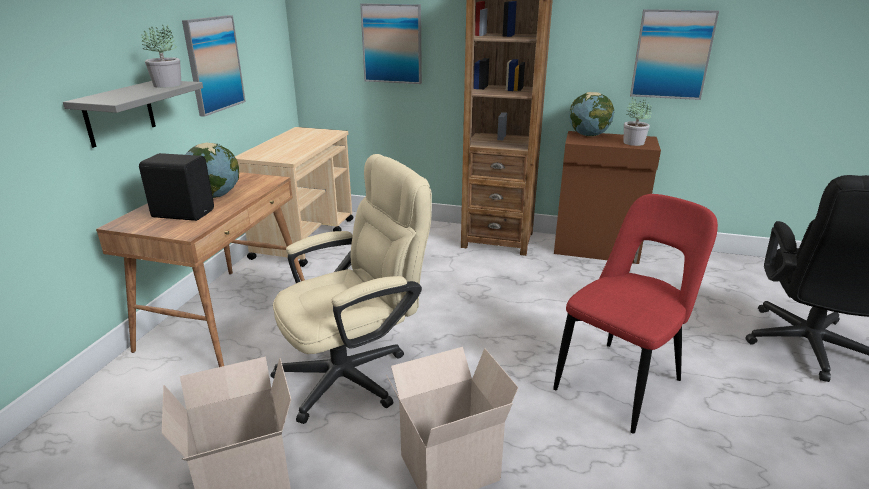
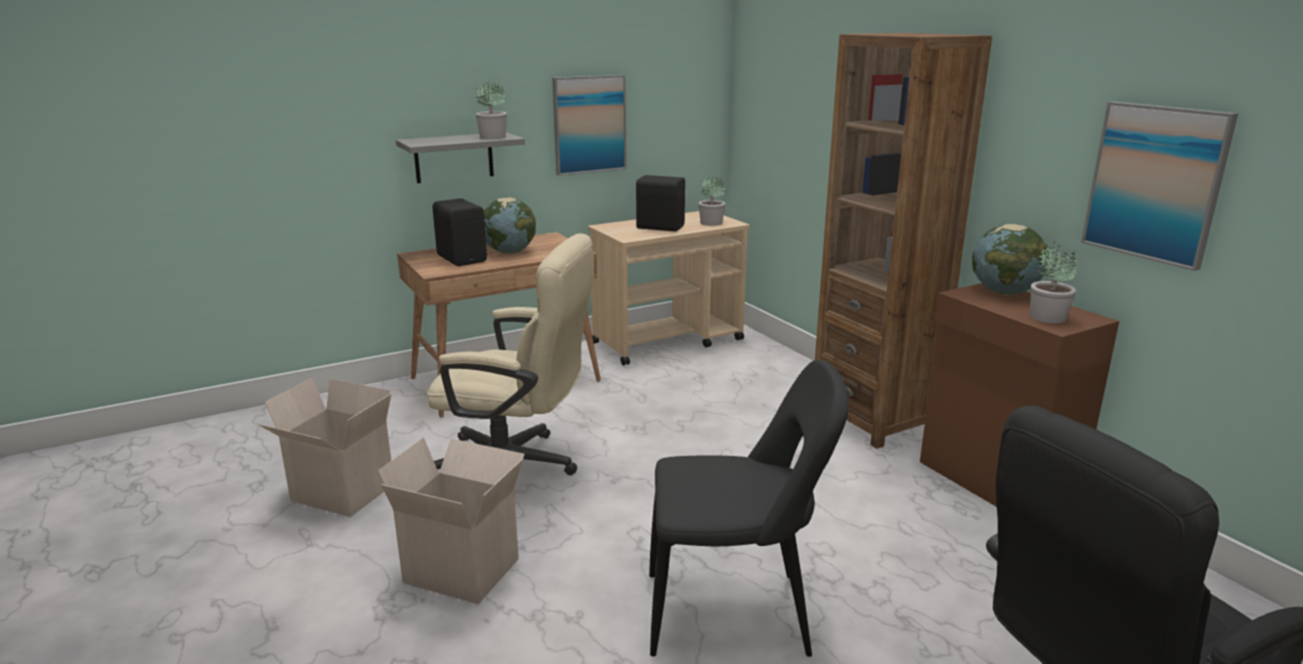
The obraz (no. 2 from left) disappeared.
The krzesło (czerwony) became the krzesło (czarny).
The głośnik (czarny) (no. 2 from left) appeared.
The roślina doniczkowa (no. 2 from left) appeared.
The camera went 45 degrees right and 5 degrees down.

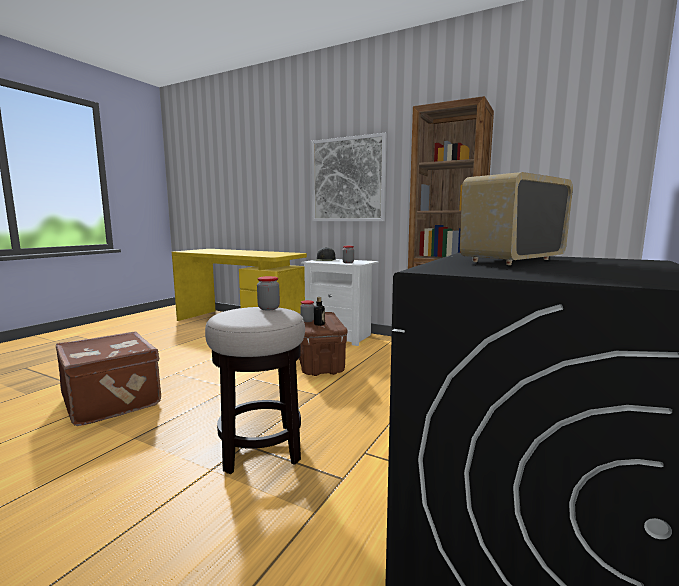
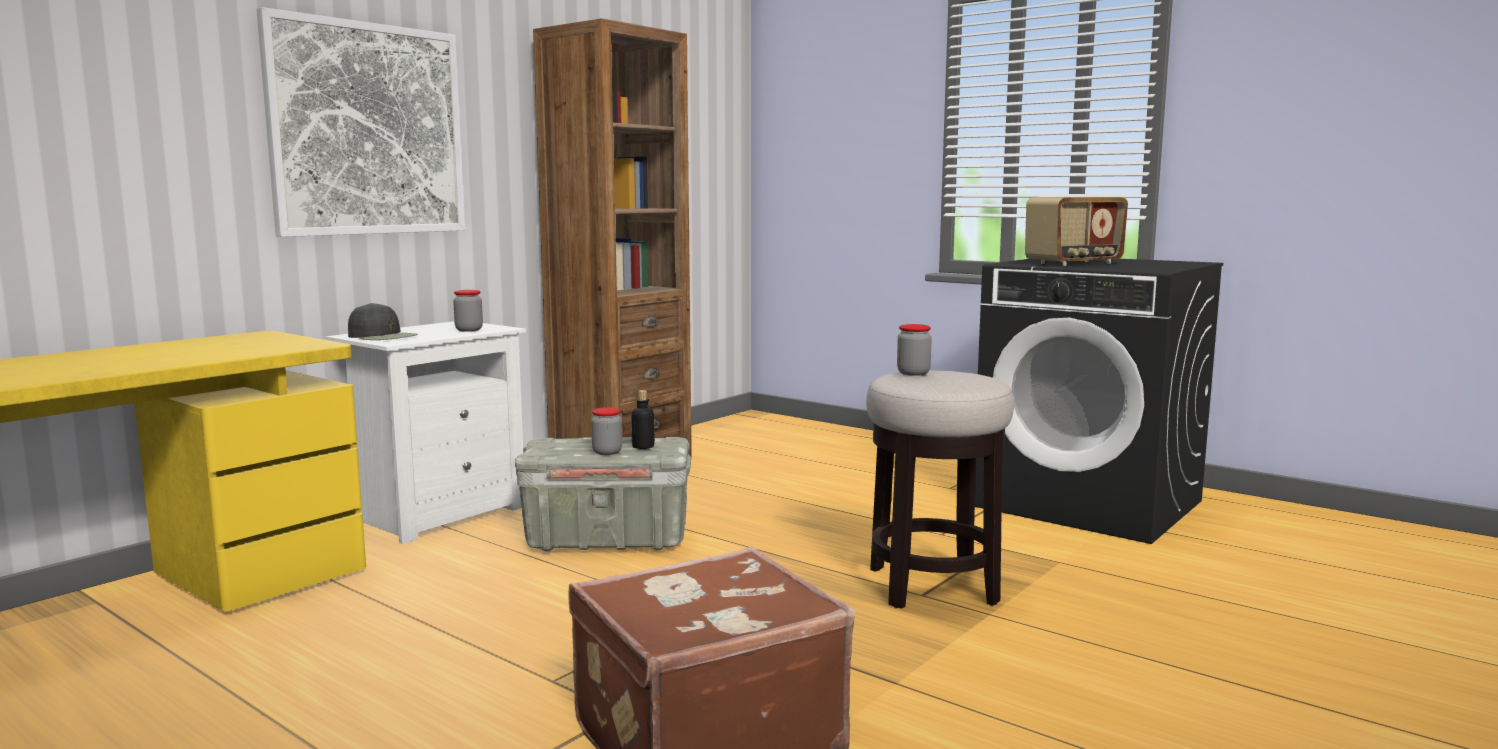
The radio turned 90 degrees counterclockwise.
The pojemnik do przechowywania (brązowy) became the pojemnik do przechowywania (szary).
The camera went 80 degrees left and 0 degrees up.

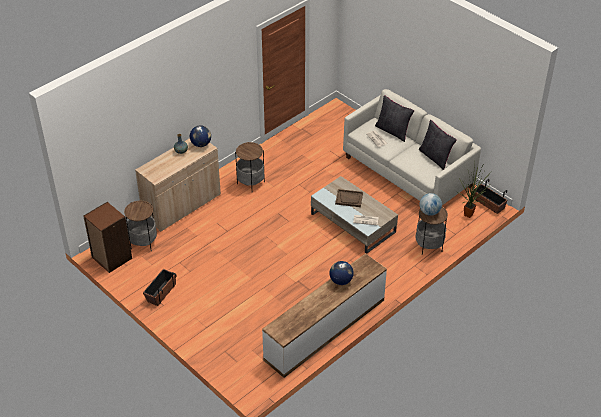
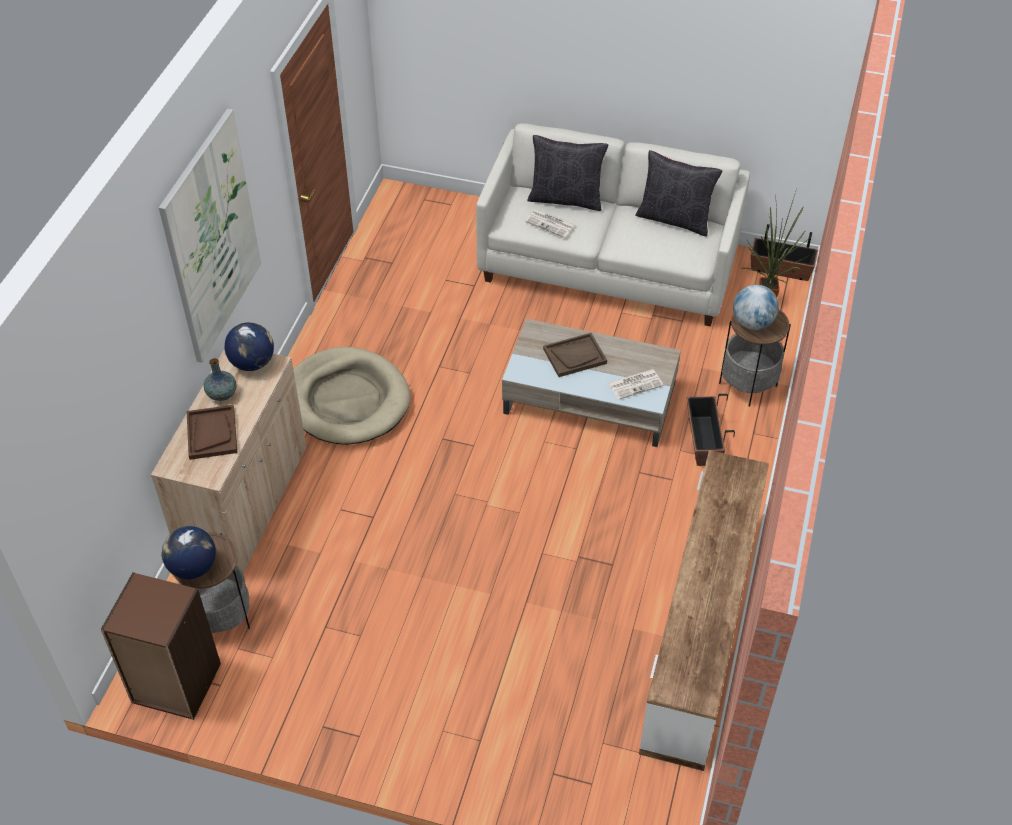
The stolik (no. 2 from left) was replaced by the legowisko (beżowy).
The globus (no. 2 from left in the first image) moved.
The donica (no. 1 from left) moved.
The obraz appeared.
The taca (brązowy) (no. 1 from left) appeared.
The camera went 30 degrees left and 5 degrees up.

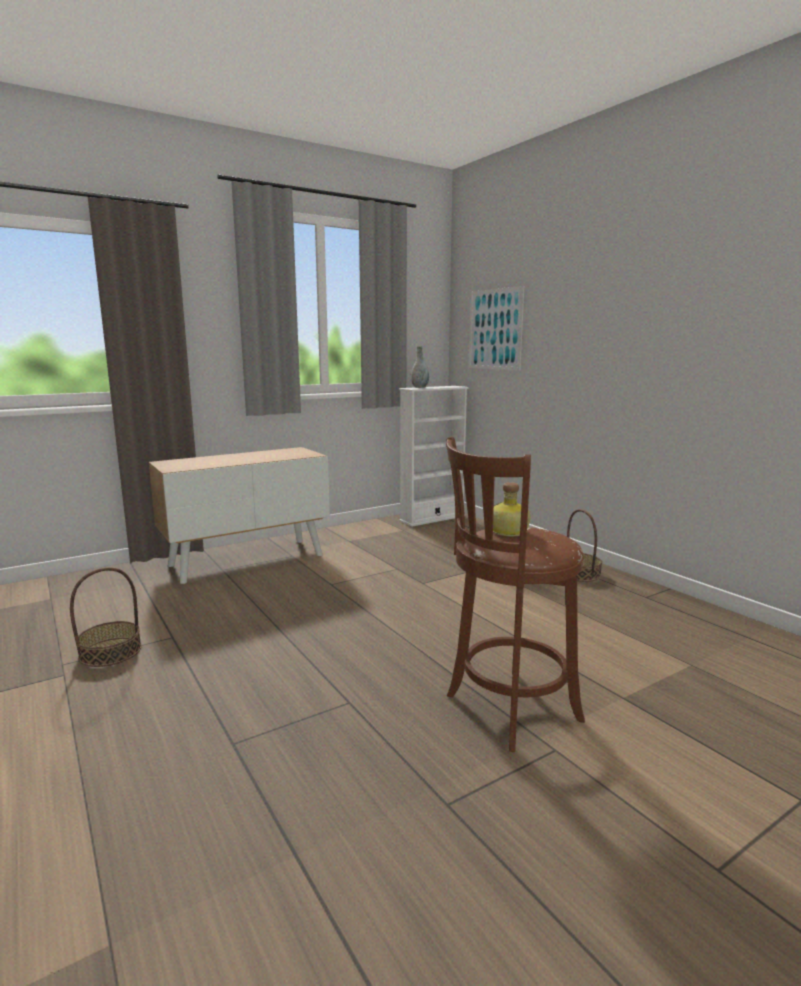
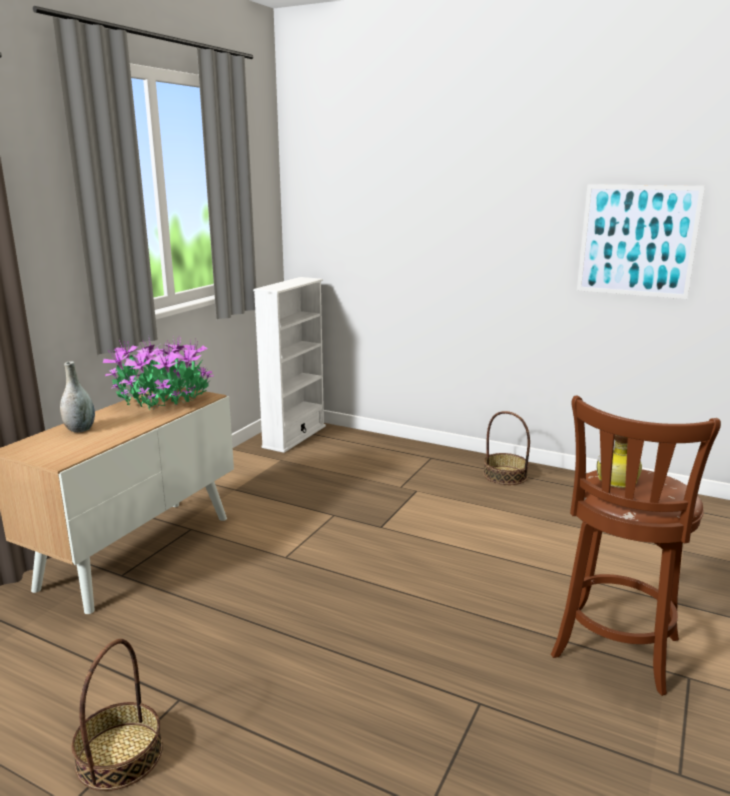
The obraz moved.
The wazon (szary) moved.
The roślina doniczkowa appeared.
The camera went 30 degrees left and 5 degrees up.

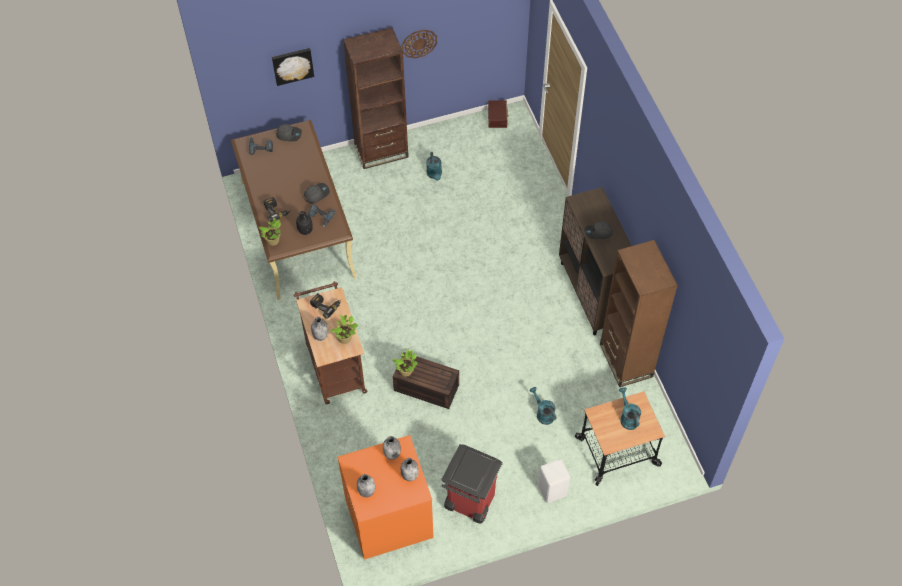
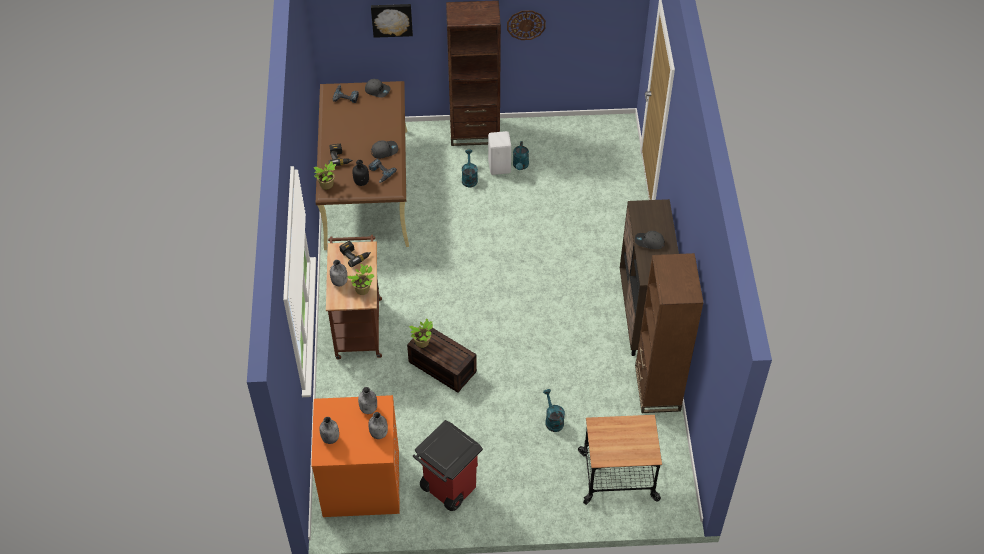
The pojemnik do przechowywania (brązowy) (no. 2 from left) disappeared.
The konewka (turkusowy) (no. 3 from left in the first image) moved.
The stołek (biały) moved.
The camera went 15 degrees right and 5 degrees down.

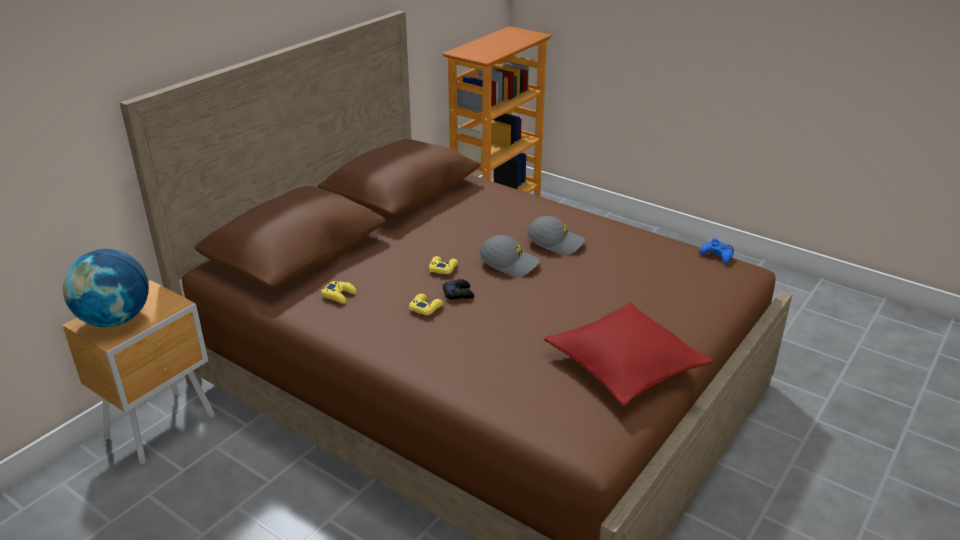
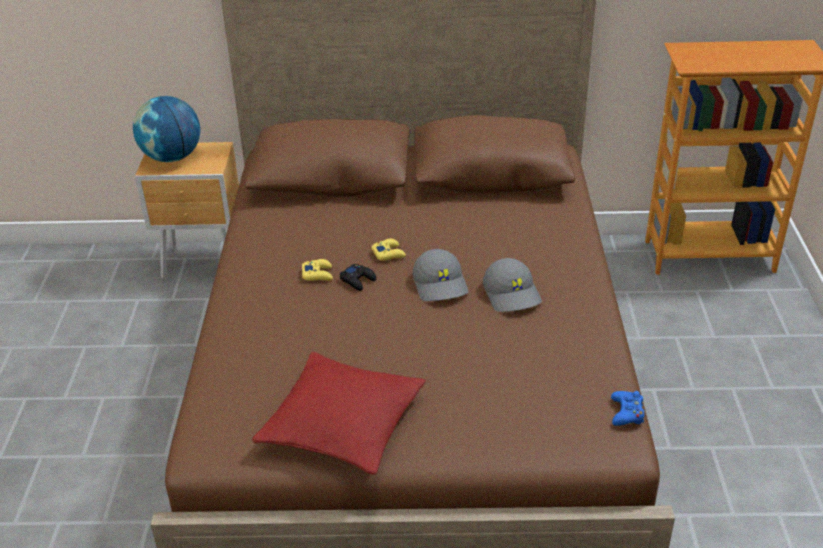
The pad do gier (żółty) (no. 1 from left) disappeared.
The camera went 55 degrees right and 5 degrees up.

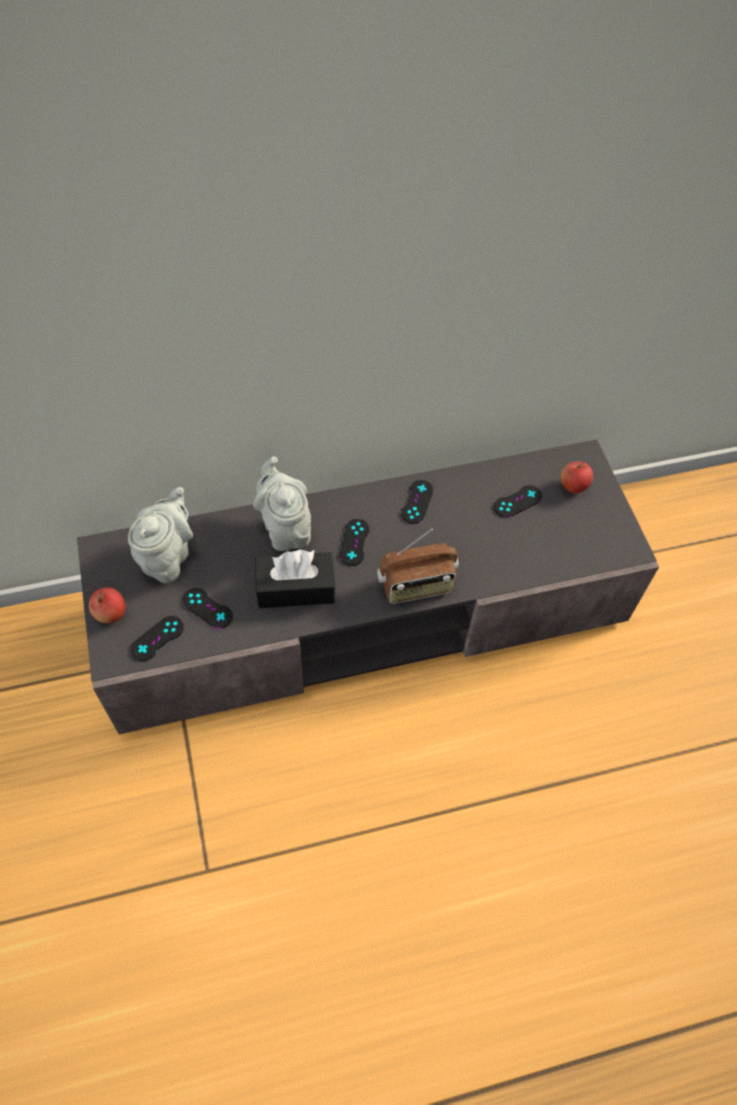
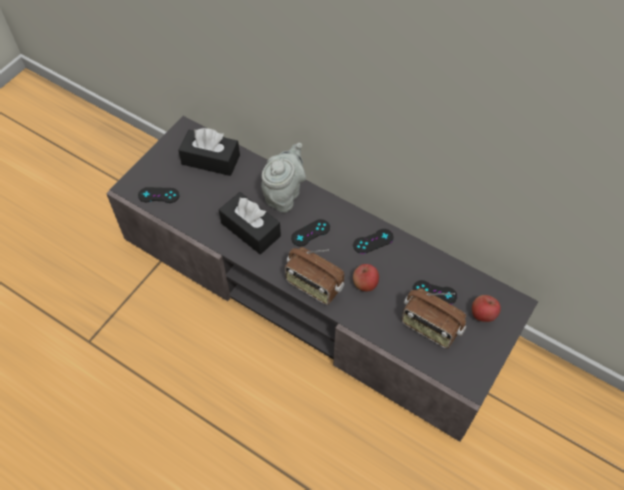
The imbryk (szary) (no. 1 from left) was replaced by the pudełko chusteczek (czarny) (no. 1 from left).
The jabłko (no. 1 from left) moved.
The pad do gier (czarny) (no. 2 from left) disappeared.
The radio (no. 2 from left) appeared.
The camera went 50 degrees right and 0 degrees up.

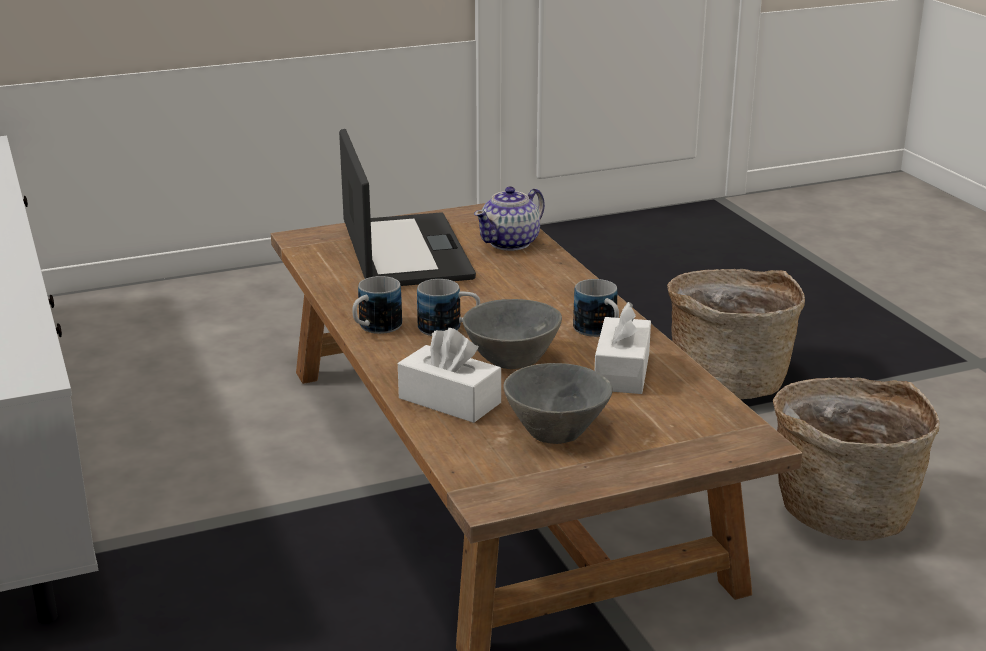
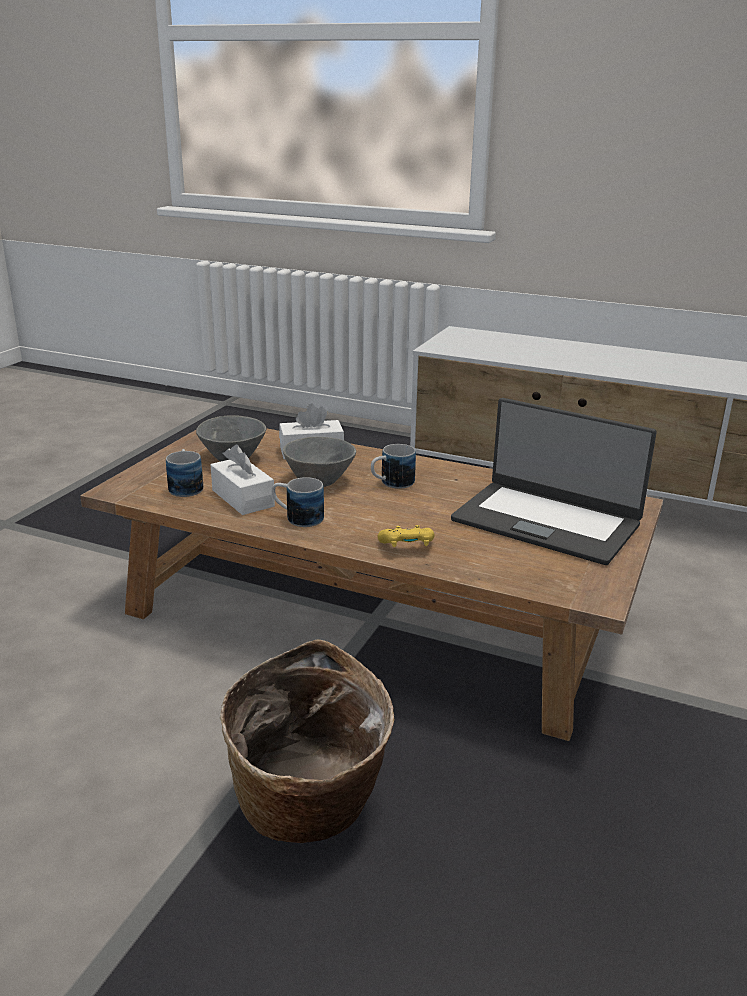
The imbryk disappeared.
The kubek (no. 1 from left) moved.
The koszyk (no. 2 from left) disappeared.
The pad do gier (żółty) appeared.
The camera went 135 degrees right and 0 degrees up.

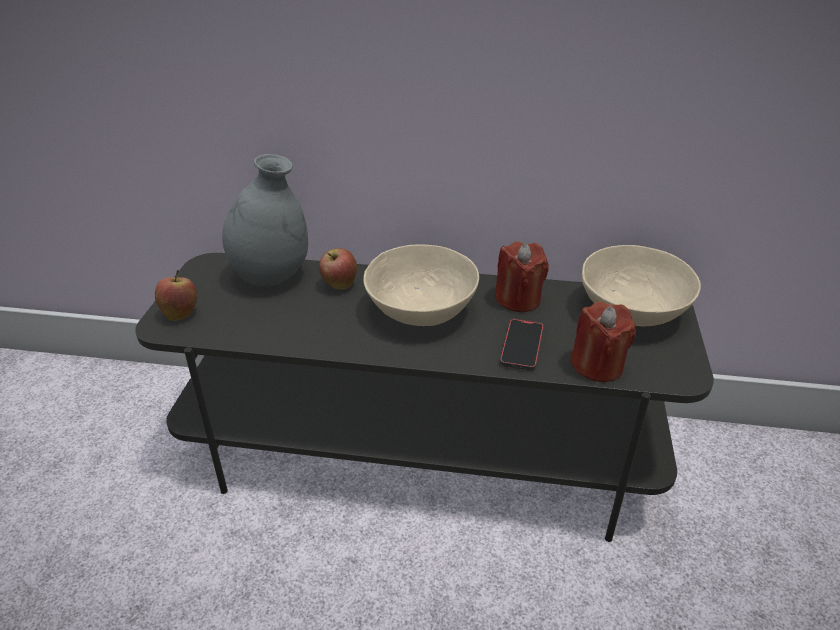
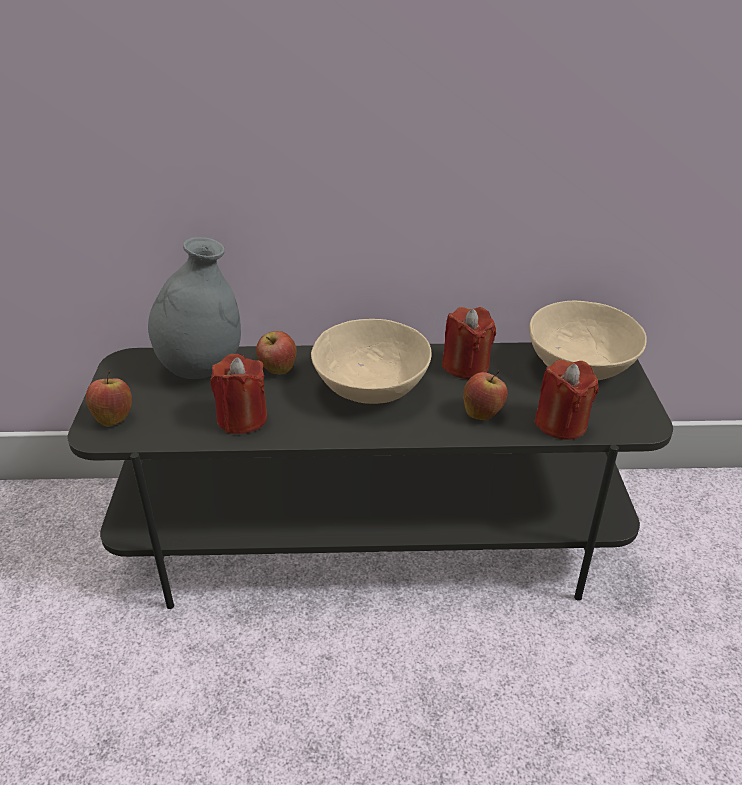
The telefon was replaced by the jabłko (no. 3 from left).
The świeca (czerwony) (no. 1 from left) appeared.
The camera went 10 degrees left and 0 degrees up.

